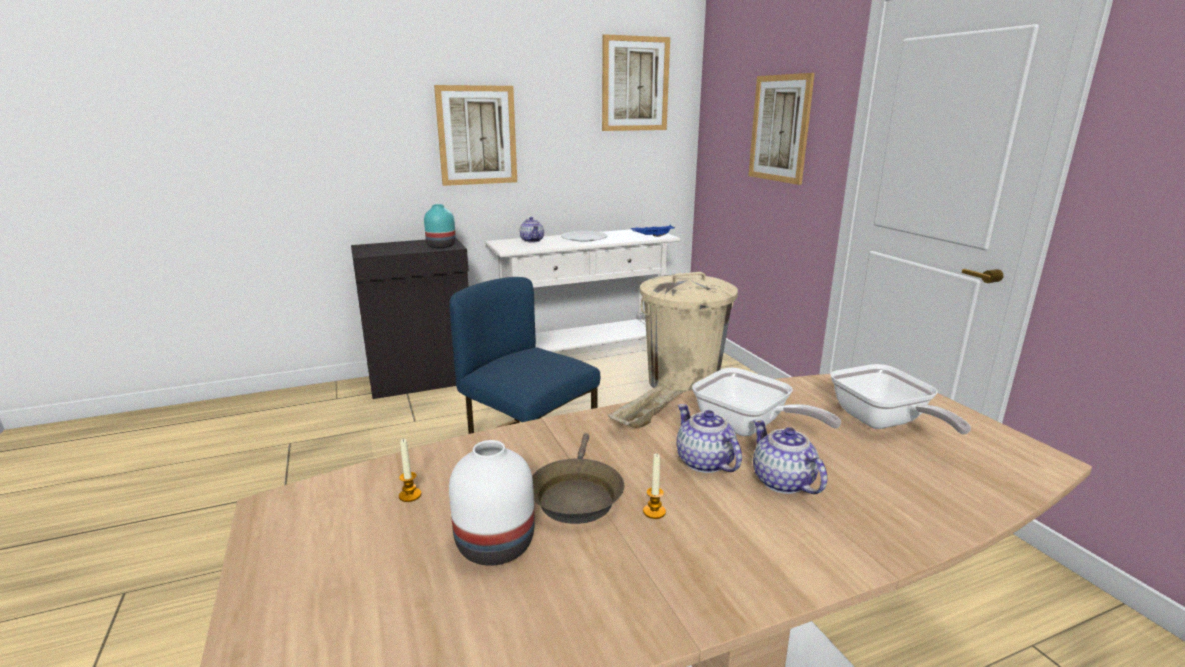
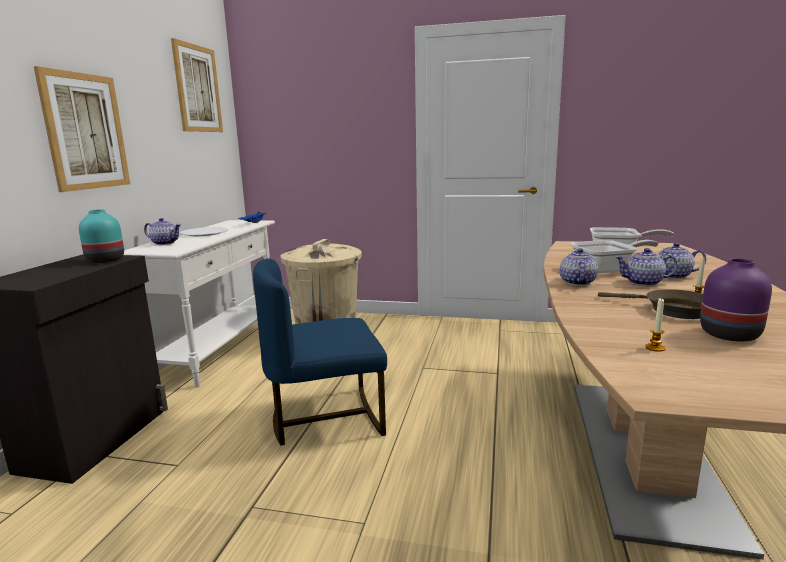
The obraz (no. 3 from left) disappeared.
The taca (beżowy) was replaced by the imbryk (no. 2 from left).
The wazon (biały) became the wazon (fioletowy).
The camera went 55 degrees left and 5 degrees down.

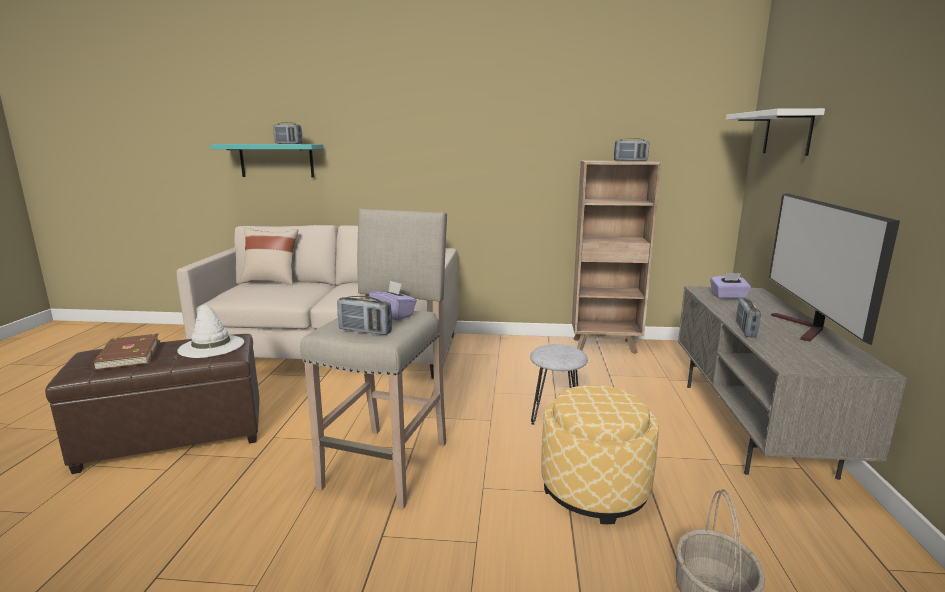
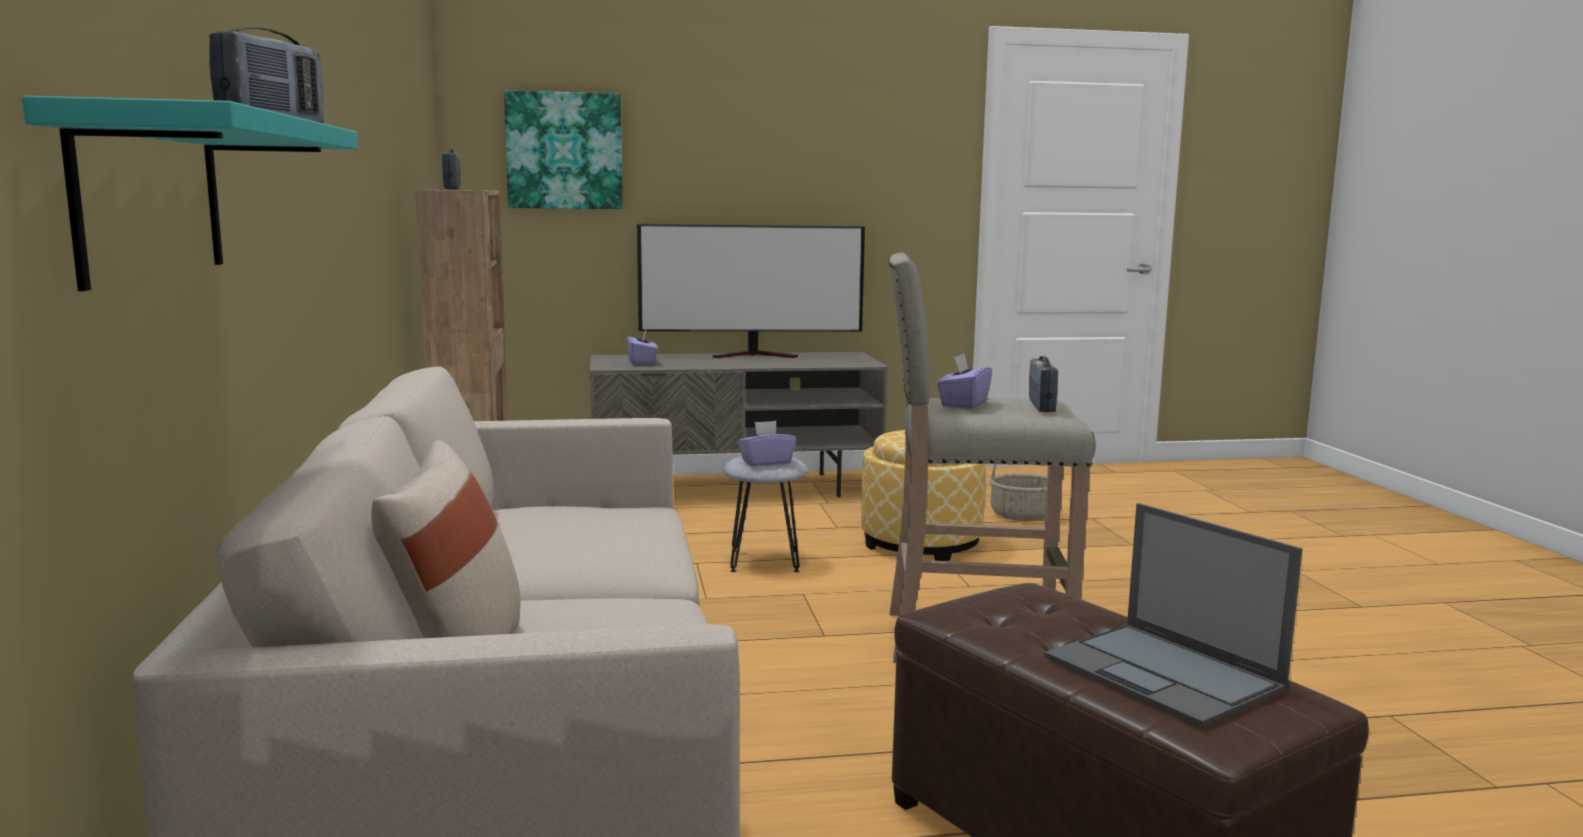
The półka (biały) was replaced by the obraz.
The radio (no. 4 from left) disappeared.
The kapelusz (biały) disappeared.
The książka (brązowy) was replaced by the laptop.
The pudełko chusteczek (fioletowy) (no. 2 from left) appeared.
The camera went 105 degrees left and 5 degrees down.

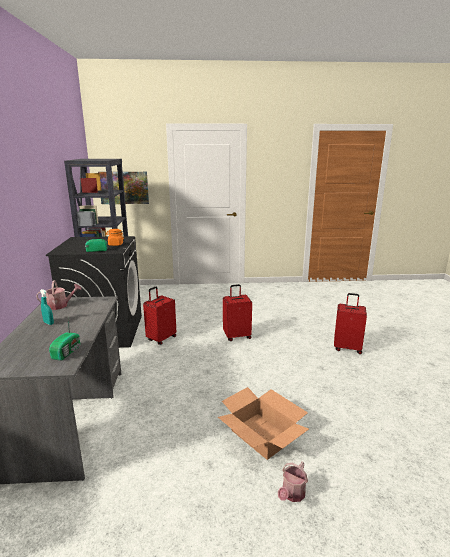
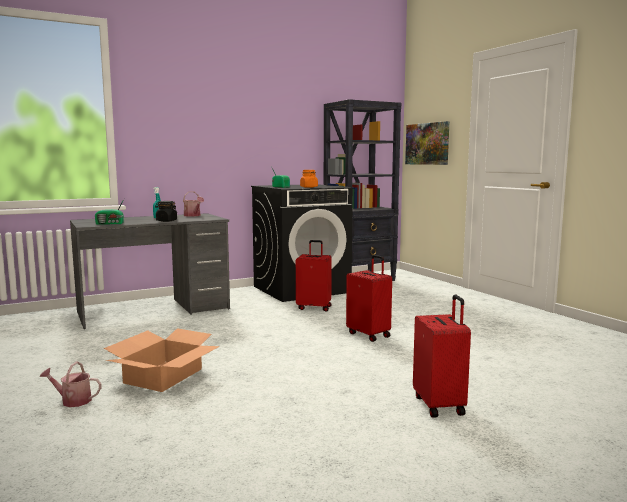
The słoik (czarny) appeared.
The camera went 65 degrees right and 10 degrees down.

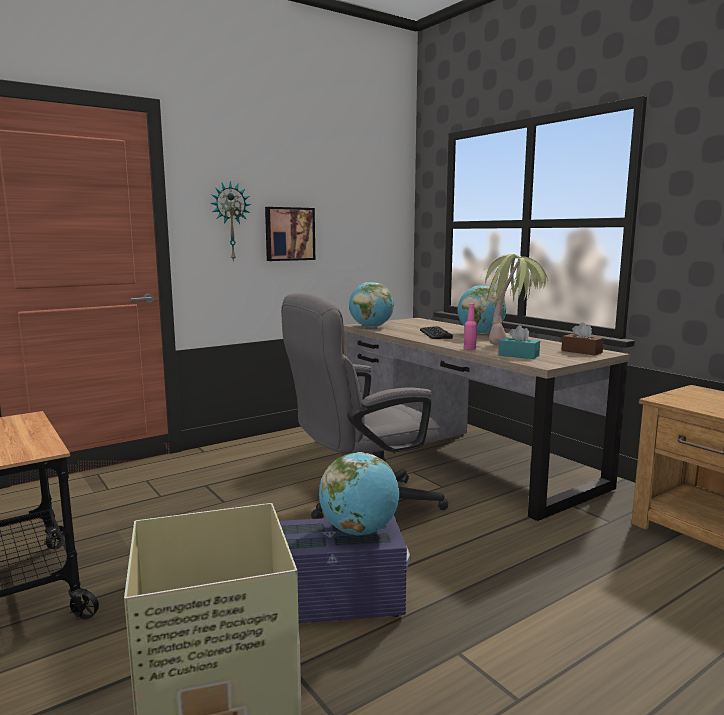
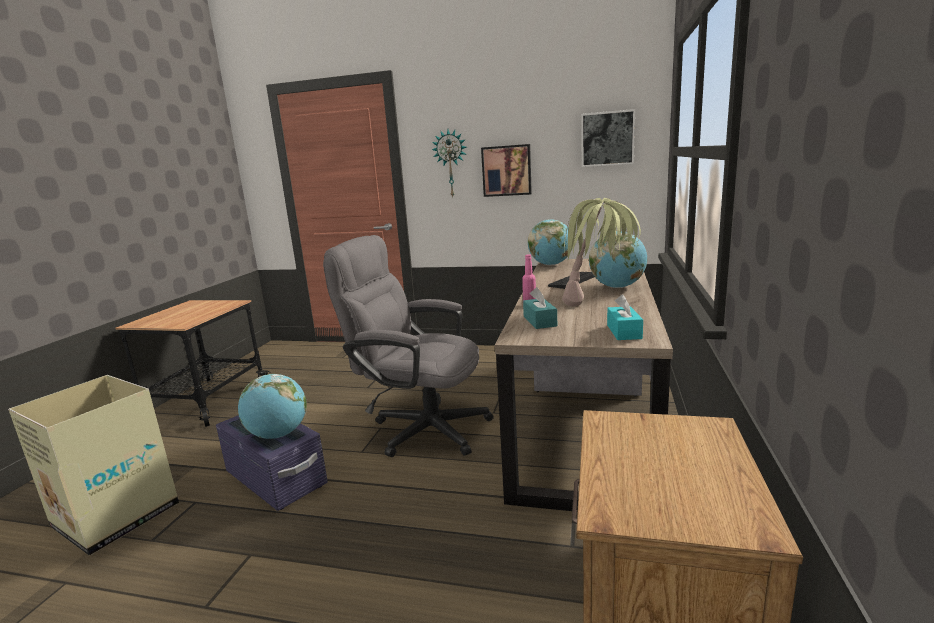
The pudełko chusteczek (brązowy) became the pudełko chusteczek (turkusowy) (no. 2 from left).
The obraz (no. 2 from left) appeared.
The camera went 50 degrees right and 5 degrees up.

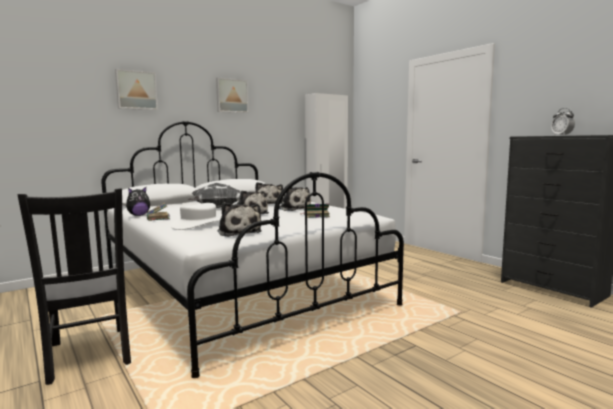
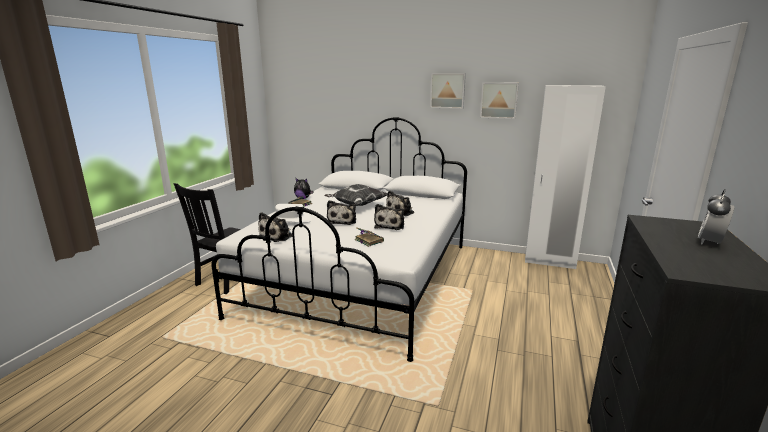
The obraz (no. 1 from left in the first image) moved.
The camera went 55 degrees right and 10 degrees up.

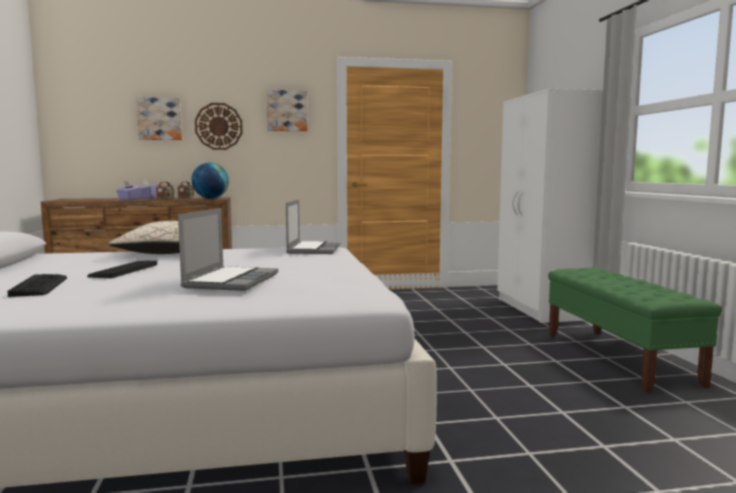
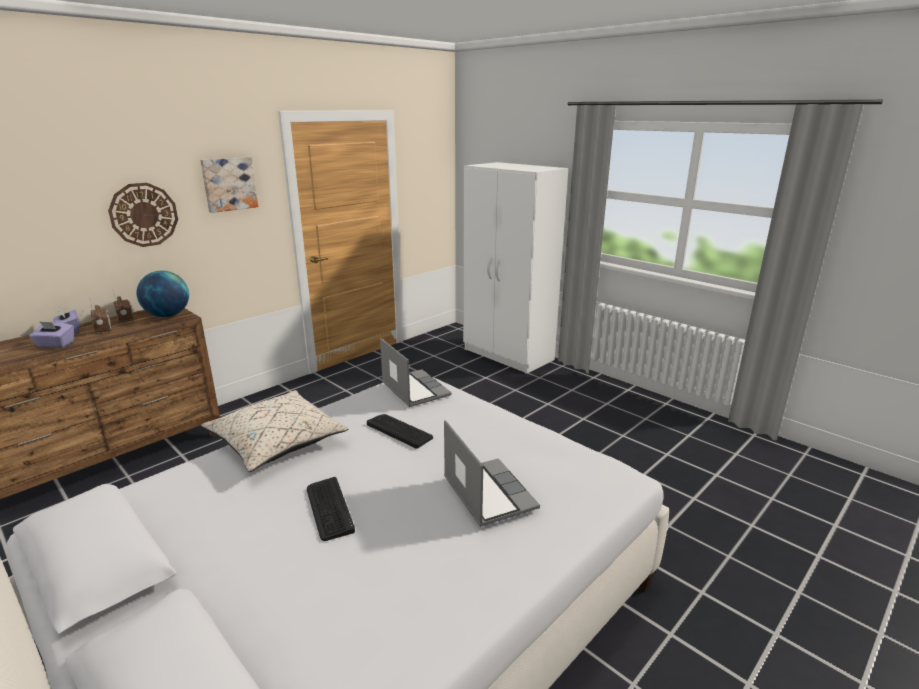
The obraz (no. 1 from left) disappeared.
The ławka (zielony) disappeared.
The klawiatura (no. 1 from left in the first image) moved.
The camera went 35 degrees left and 15 degrees up.

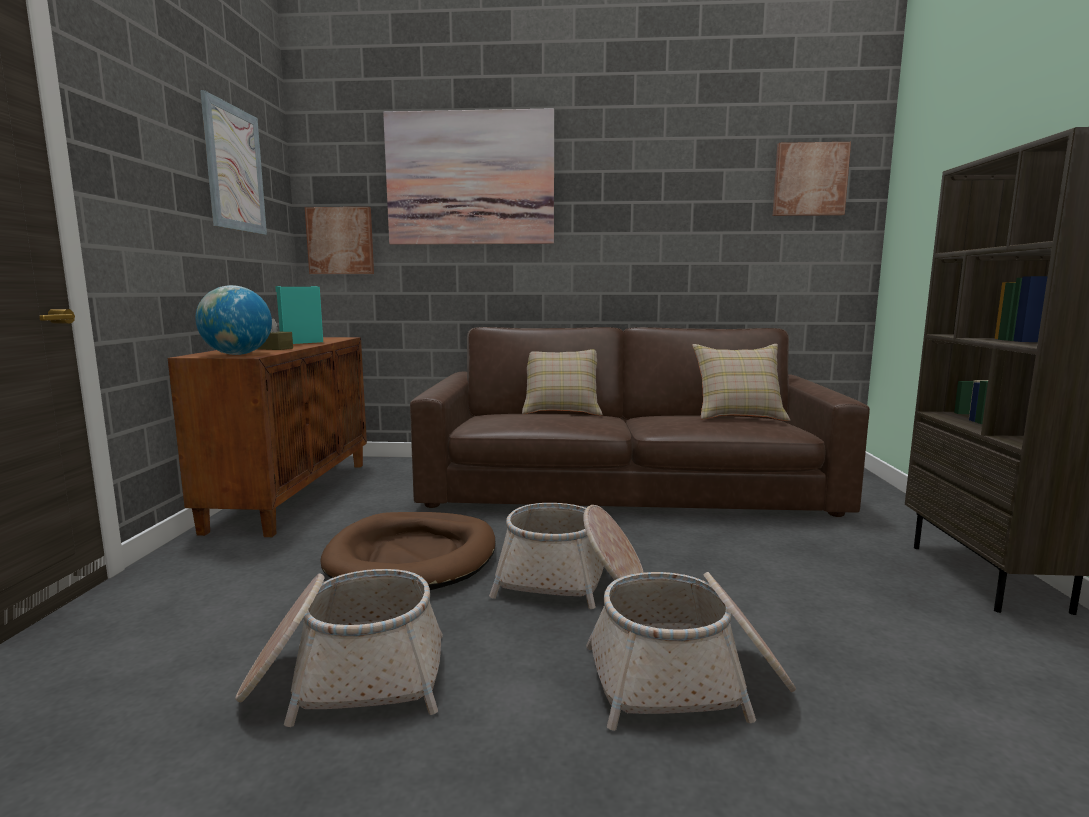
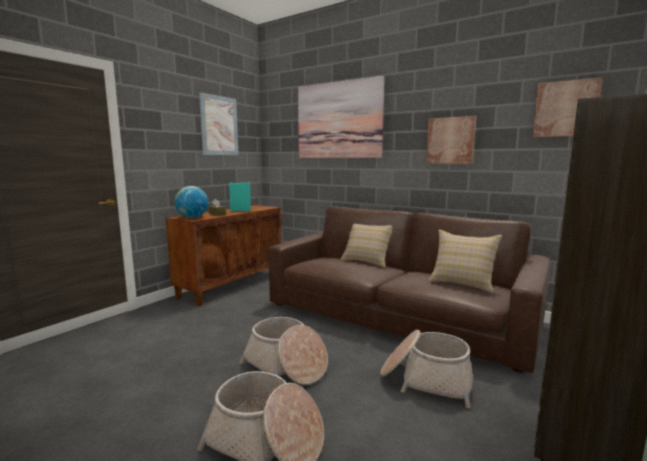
The obraz (no. 2 from left in the first image) moved.
The legowisko (brązowy) disappeared.
The koszyk (no. 1 from left in the first image) moved.
The camera went 30 degrees right and 0 degrees up.

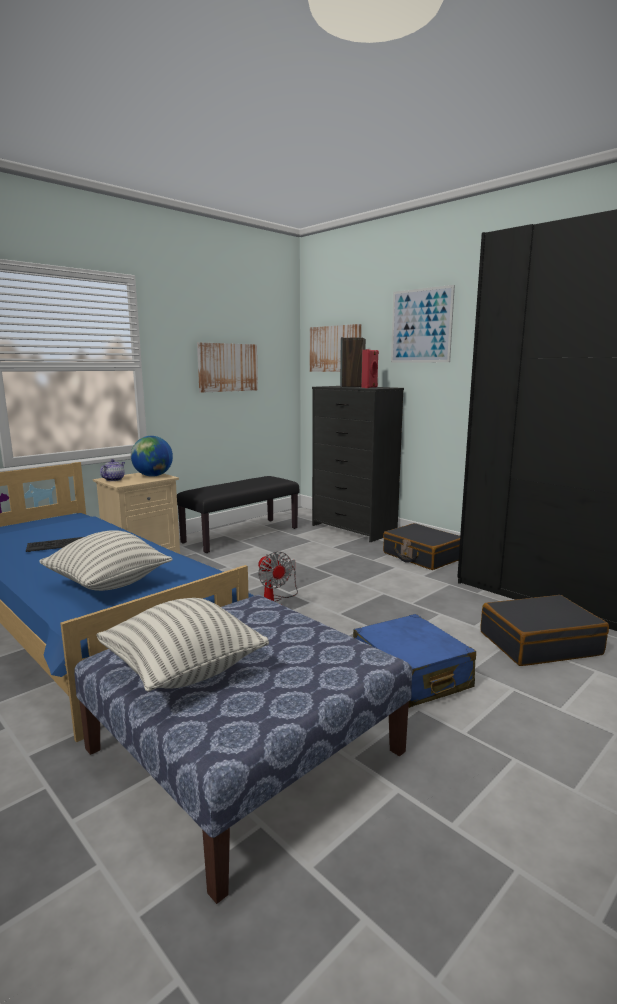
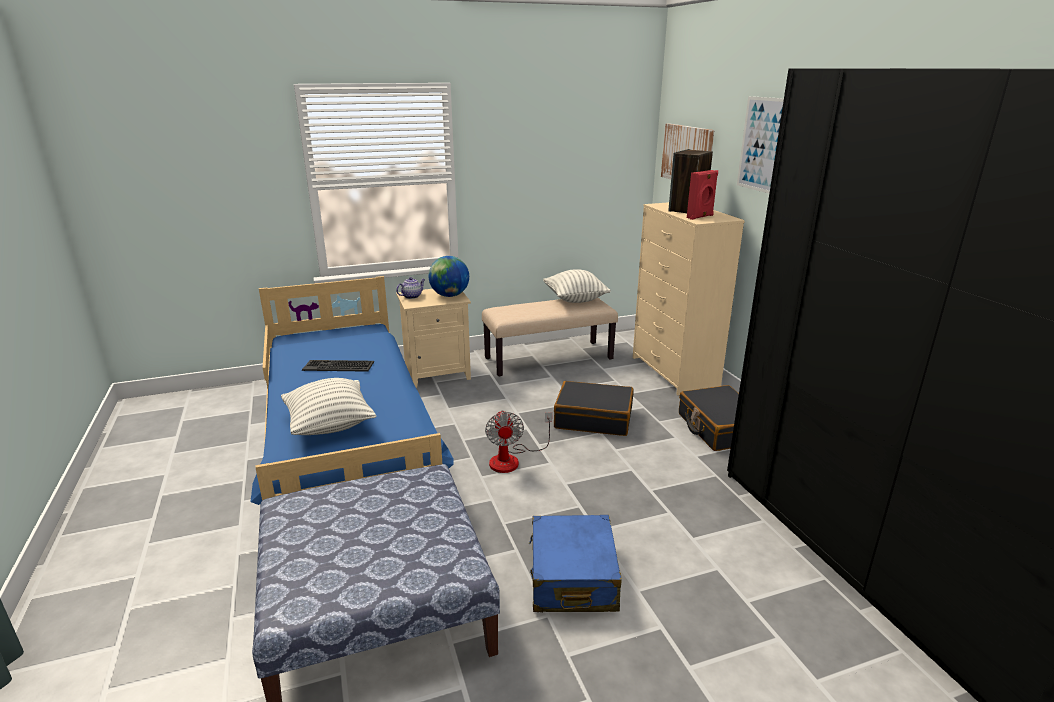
The obraz (no. 1 from left) disappeared.
The komoda (czarny) became the komoda (beżowy).
The ławka (czarny) became the ławka (beżowy).
The walizka (czarny) (no. 2 from left in the first image) moved.
The poduszka (no. 2 from left) moved.
The camera went 25 degrees right and 10 degrees up.

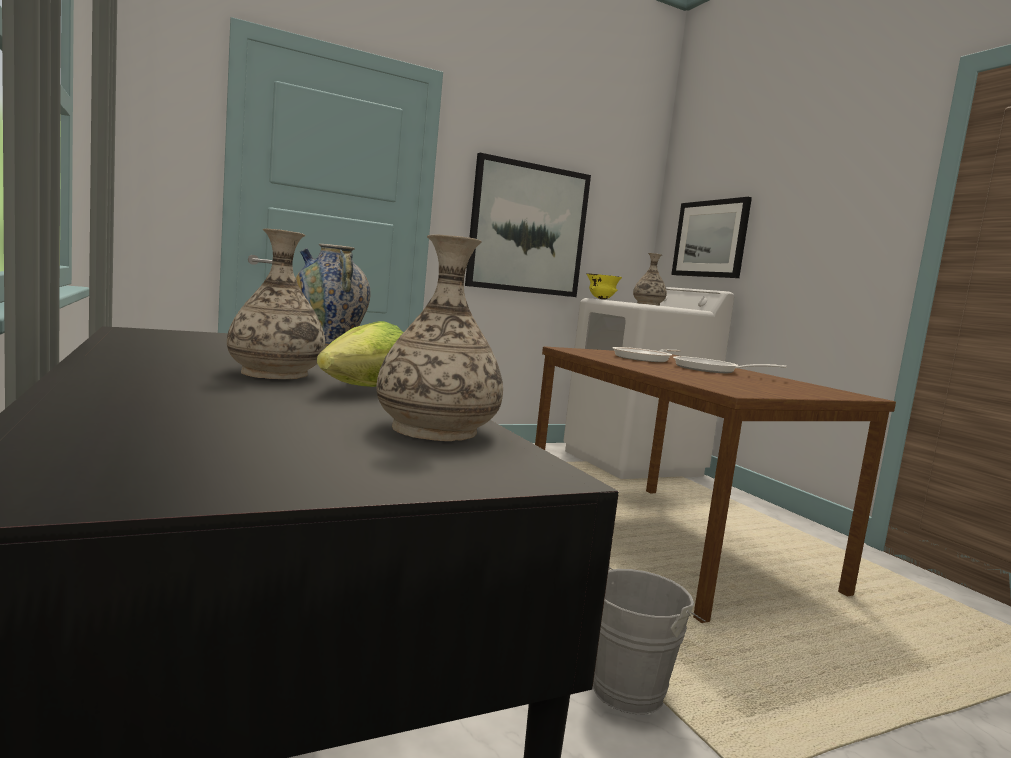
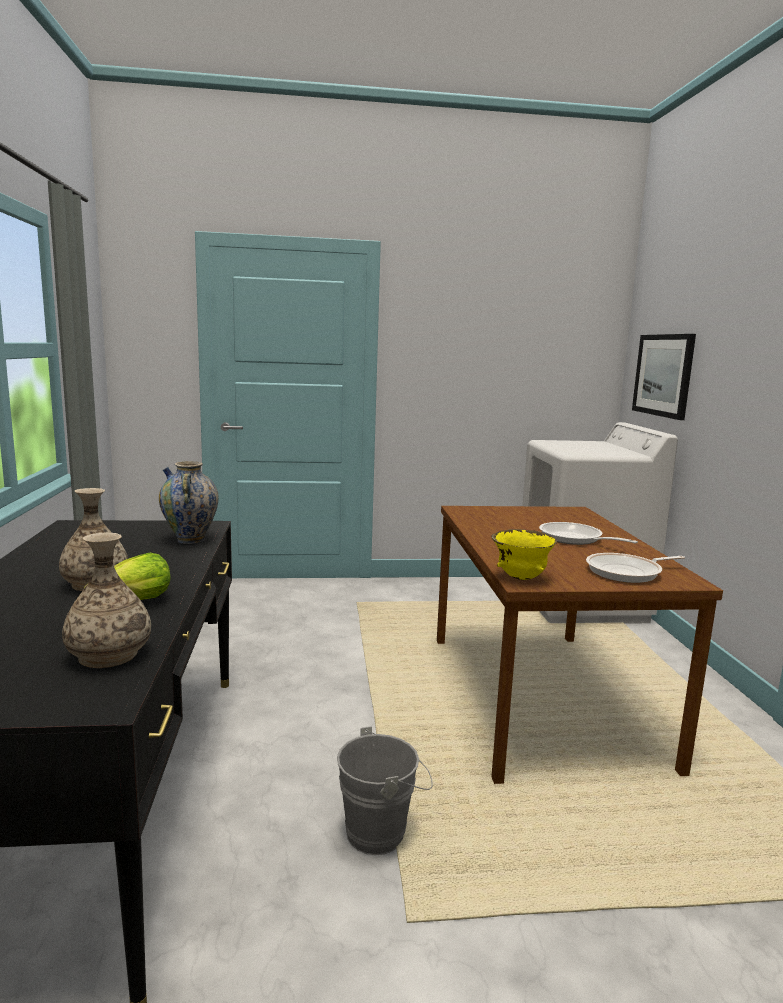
The obraz (no. 1 from left) disappeared.
The wazon (no. 4 from left) disappeared.
The miska (żółty) moved.
The patelnia (no. 1 from left in the first image) moved.
The camera went 20 degrees right and 5 degrees up.

